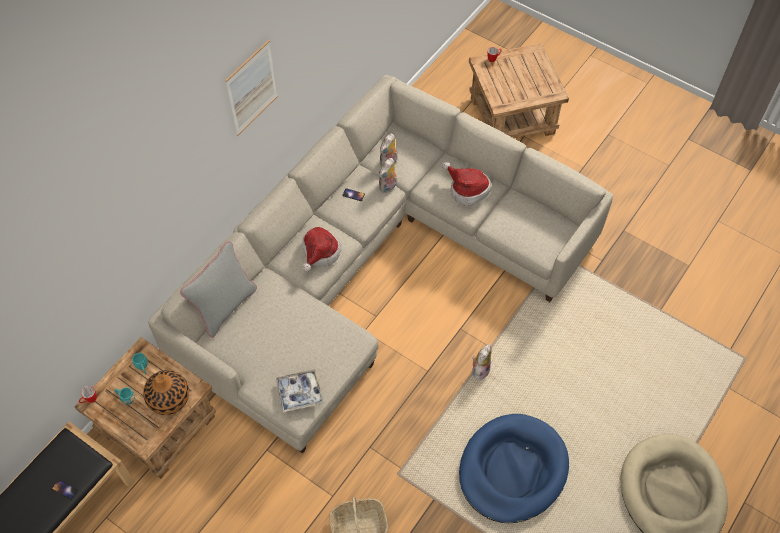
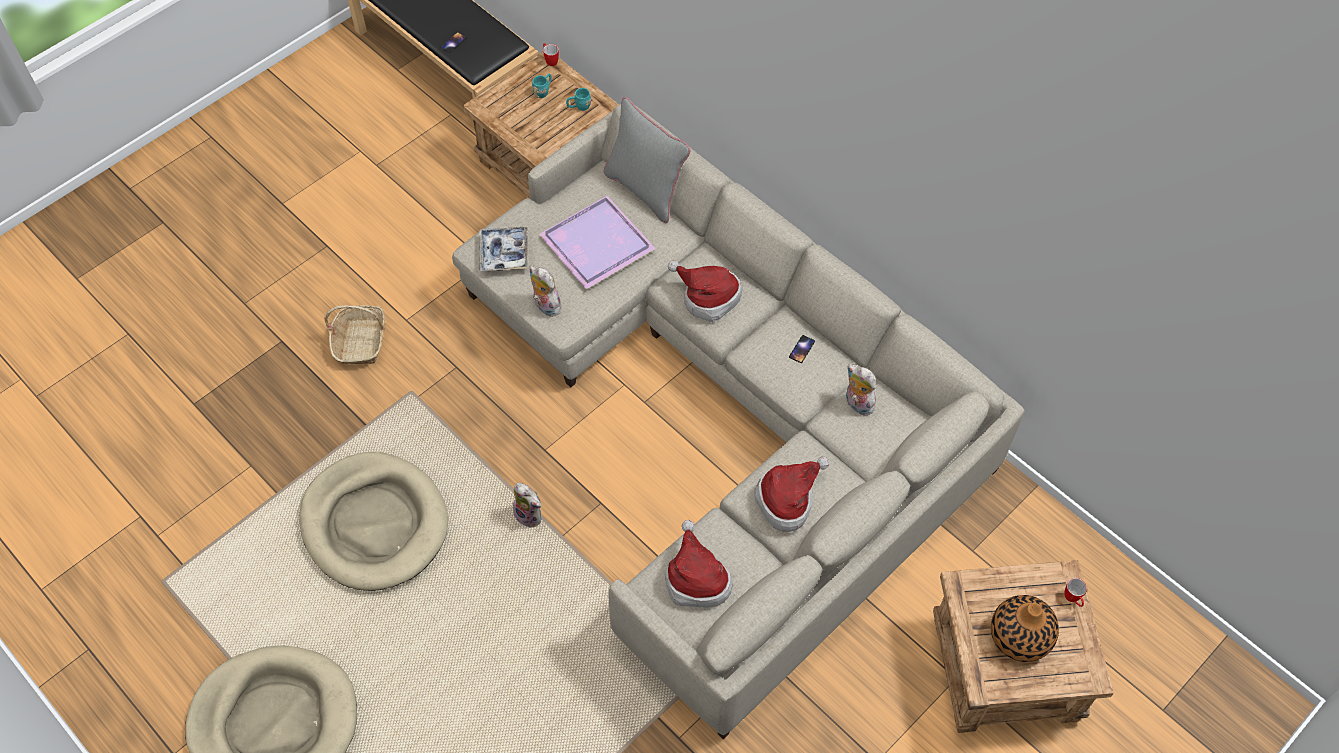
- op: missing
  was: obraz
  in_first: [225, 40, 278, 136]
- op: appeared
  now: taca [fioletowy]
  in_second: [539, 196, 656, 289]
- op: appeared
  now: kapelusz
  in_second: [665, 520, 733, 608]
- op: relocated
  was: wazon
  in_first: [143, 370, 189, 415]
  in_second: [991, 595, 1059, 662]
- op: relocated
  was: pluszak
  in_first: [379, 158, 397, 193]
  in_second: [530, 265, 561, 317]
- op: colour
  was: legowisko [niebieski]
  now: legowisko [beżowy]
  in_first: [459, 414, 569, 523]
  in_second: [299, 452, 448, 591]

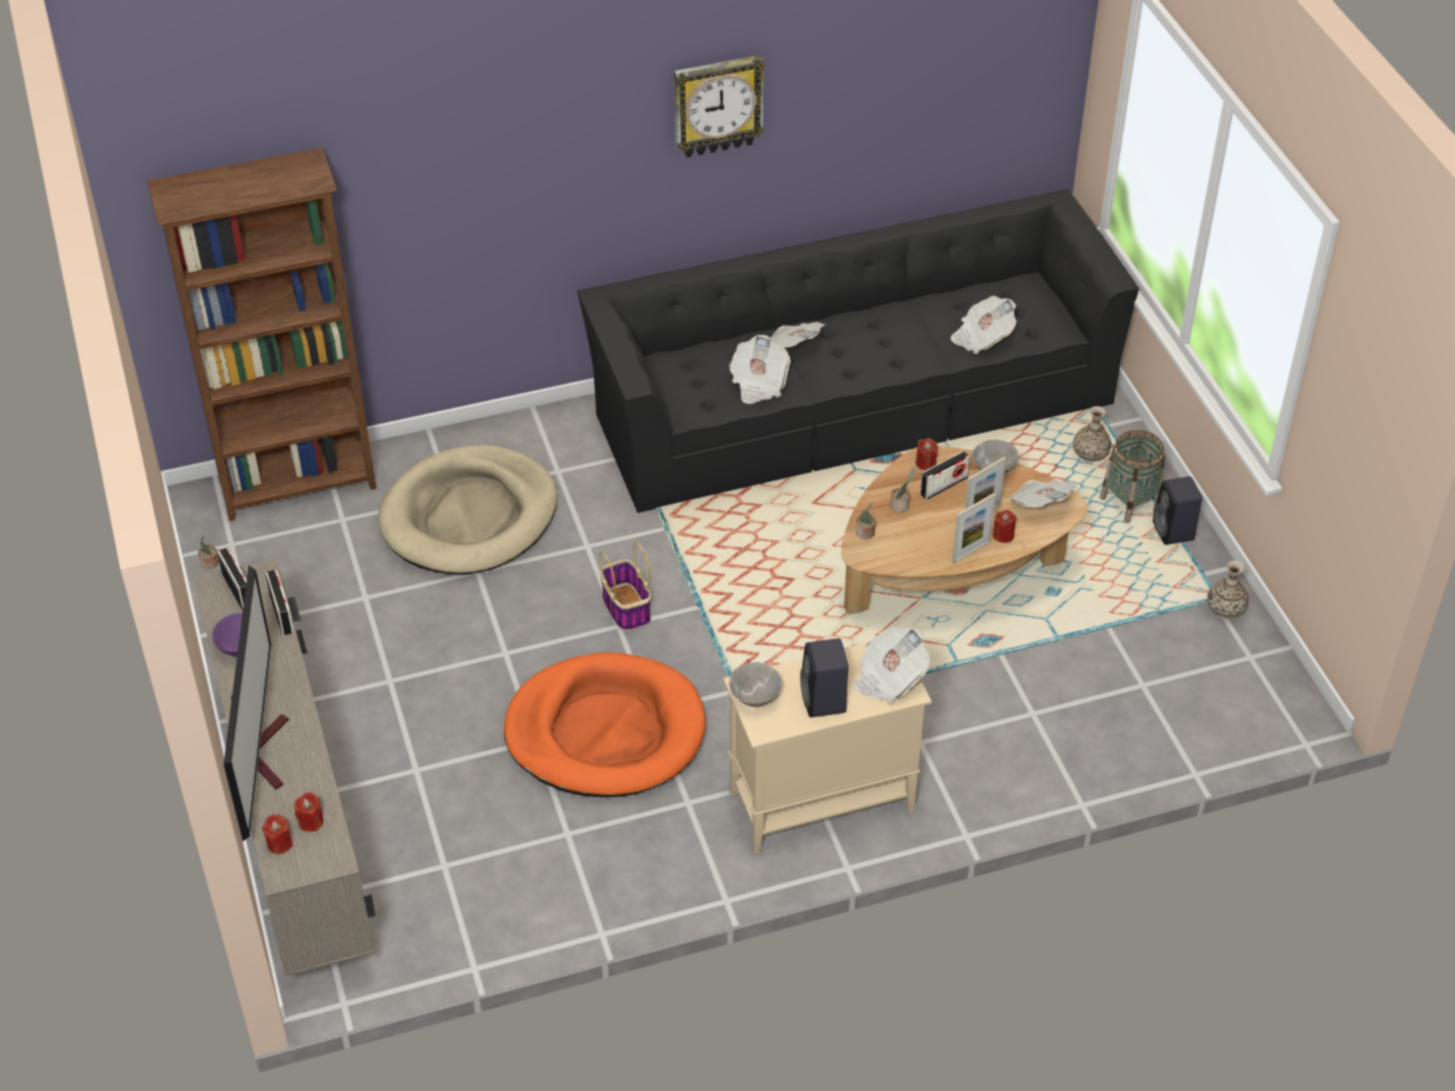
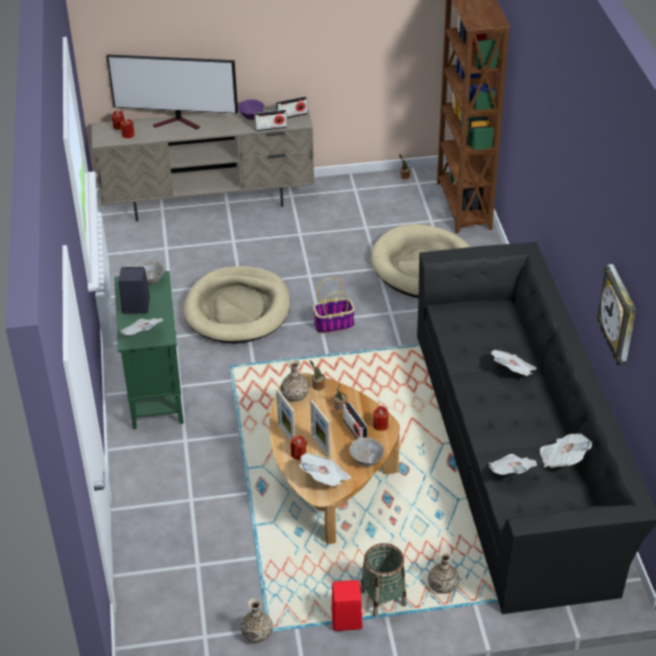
- op: appeared
  now: wazon
  in_second: [280, 359, 309, 403]
- op: relocated
  was: zegar ścienny
  in_first: [674, 54, 765, 158]
  in_second: [597, 264, 636, 365]
- op: relocated
  was: gazeta
  in_first: [729, 335, 791, 404]
  in_second: [540, 433, 592, 468]
- op: colour
  was: legowisko [pomarańczowy]
  now: legowisko [beżowy]
  in_first: [504, 652, 706, 797]
  in_second: [183, 266, 290, 344]
- op: colour
  was: szafka [beżowy]
  now: szafka [zielony]
  in_first: [723, 642, 932, 853]
  in_second: [114, 271, 184, 429]
- op: colour
  was: głośnik [czarny]
  now: głośnik [czerwony]
  in_first: [1153, 476, 1202, 545]
  in_second: [332, 580, 362, 631]

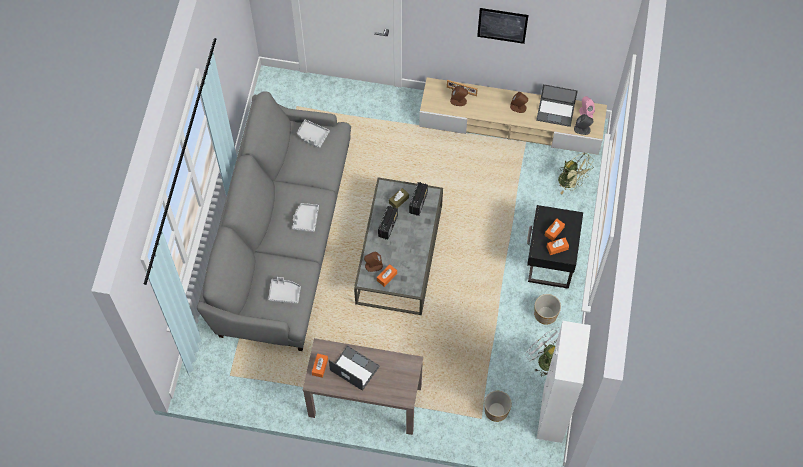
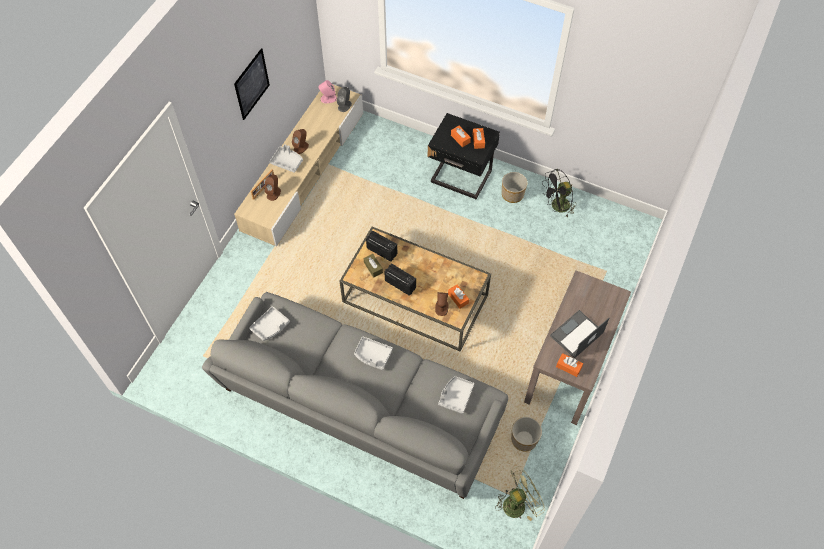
- op: missing
  was: laptop
  in_first: [536, 84, 578, 127]
- op: missing
  was: szafka [biały]
  in_first: [537, 321, 591, 443]
- op: appeared
  now: taca [szary]
  in_second: [270, 144, 303, 173]
- op: relocated
  was: donica
  in_first: [484, 391, 512, 422]
  in_second: [511, 417, 542, 452]
- op: relocated
  was: wentylator [zielony]
  in_first: [558, 152, 594, 195]
  in_second: [495, 466, 545, 521]
- op: colour
  was: ława [szary]
  now: ława [brązowy]
  in_first: [354, 178, 443, 315]
  in_second: [339, 227, 491, 351]
- op: colour
  was: wentylator [biały]
  now: wentylator [czarny]
  in_first: [525, 327, 560, 376]
  in_second: [542, 169, 575, 217]

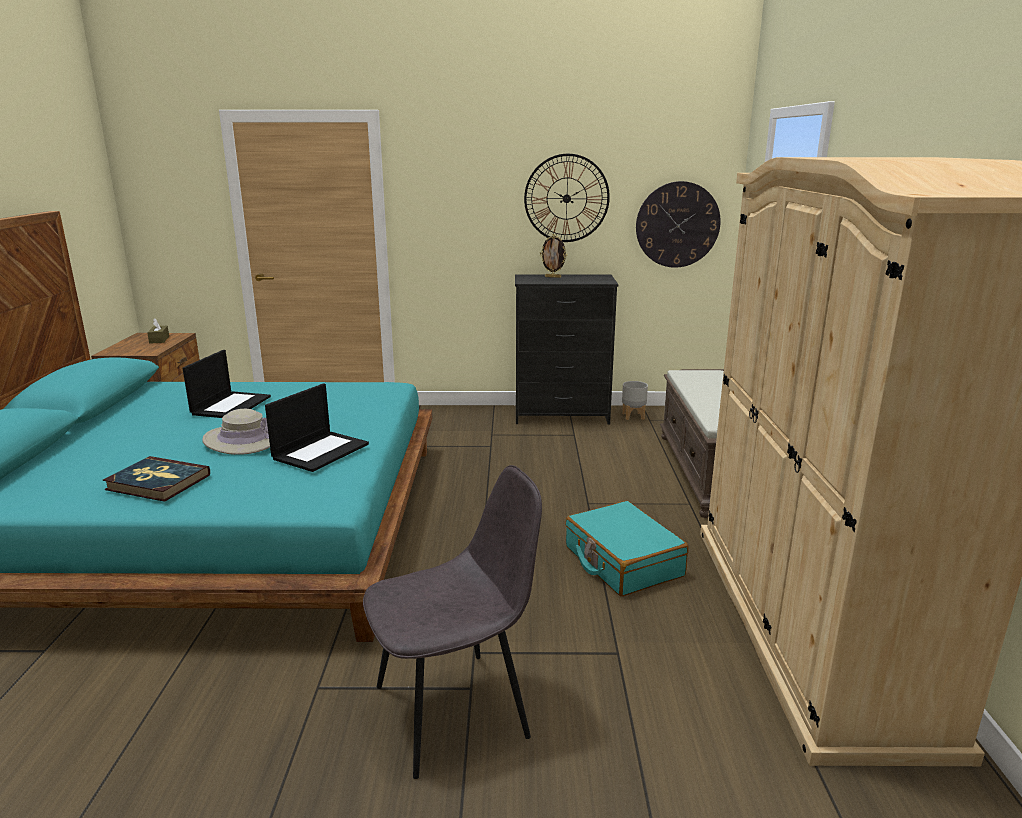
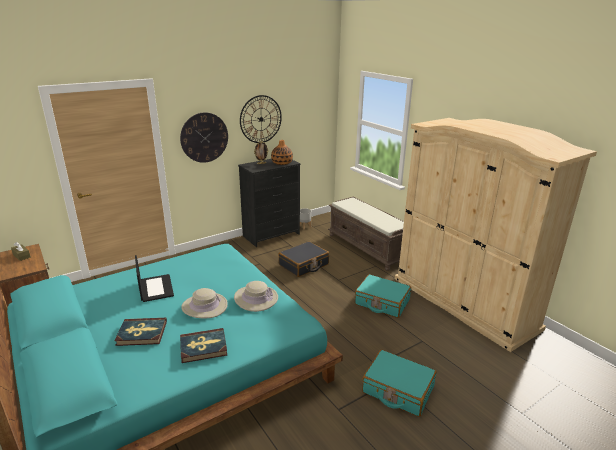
- op: appeared
  now: książka
  in_second: [114, 318, 167, 346]
- op: appeared
  now: wazon
  in_second: [271, 140, 293, 165]
- op: appeared
  now: walizka [czarny]
  in_second: [278, 241, 329, 277]
- op: relocated
  was: zegar ścienny
  in_first: [636, 181, 721, 268]
  in_second: [180, 112, 228, 163]
- op: exchanged
  was: laptop
  now: kapelusz [beżowy]
  in_first: [265, 383, 369, 472]
  in_second: [234, 281, 278, 312]
- op: exchanged
  was: krzesło [szary]
  now: walizka [turkusowy]
  in_first: [363, 465, 542, 779]
  in_second: [362, 350, 437, 417]

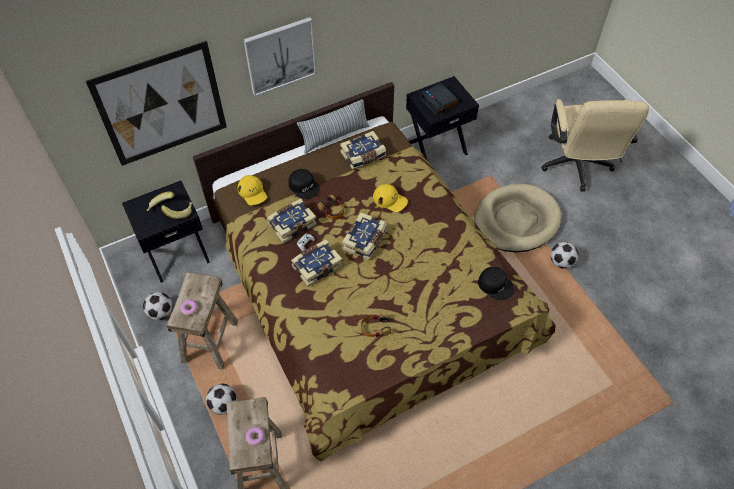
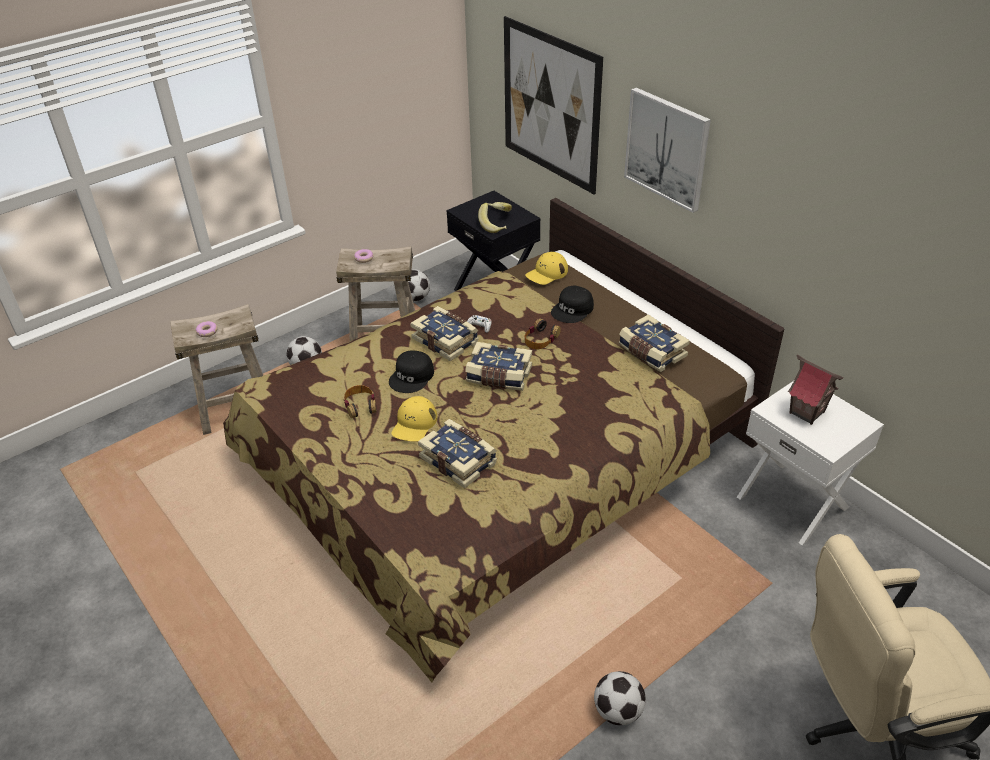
- op: missing
  was: poduszka
  in_first: [297, 99, 369, 154]
- op: missing
  was: legowisko [beżowy]
  in_first: [474, 184, 561, 252]
- op: relocated
  was: książka
  in_first: [267, 199, 317, 243]
  in_second: [418, 419, 497, 488]
- op: relocated
  was: czapka z daszkiem [żółty]
  in_first: [373, 184, 408, 212]
  in_second: [391, 396, 437, 442]
- op: relocated
  was: czapka z daszkiem [czarny]
  in_first: [478, 267, 514, 300]
  in_second: [389, 350, 434, 393]
- op: exchanged
  was: budzik
  now: domek
  in_first: [420, 83, 458, 116]
  in_second: [788, 355, 843, 425]
- op: colour
  was: szafka nocna [czarny]
  now: szafka nocna [biały]
  in_first: [406, 76, 479, 159]
  in_second: [737, 381, 884, 545]

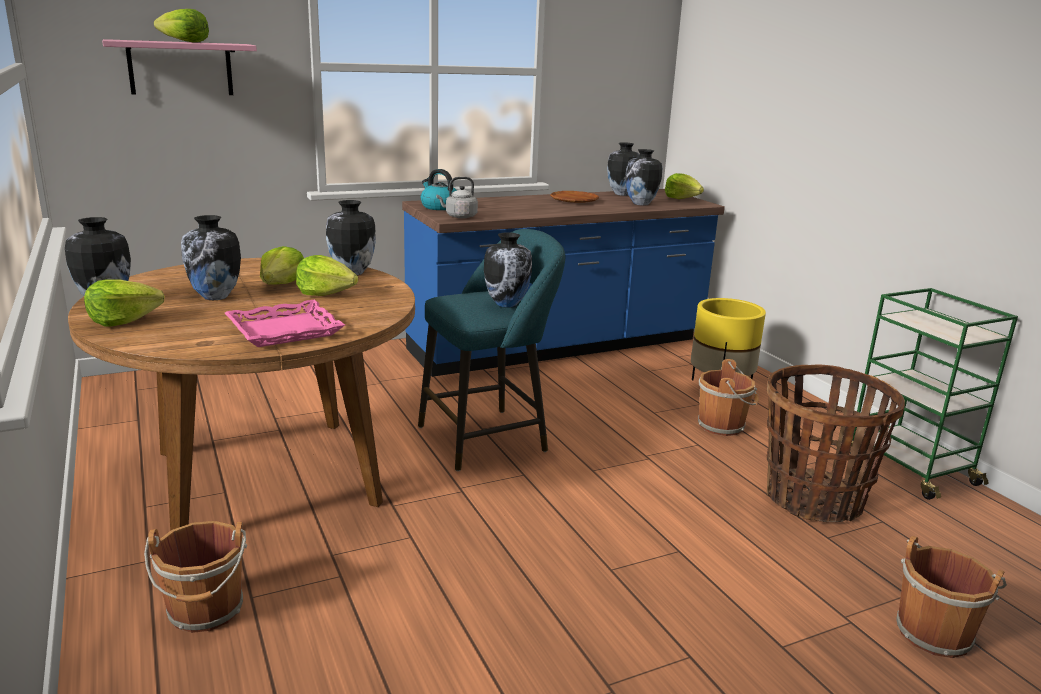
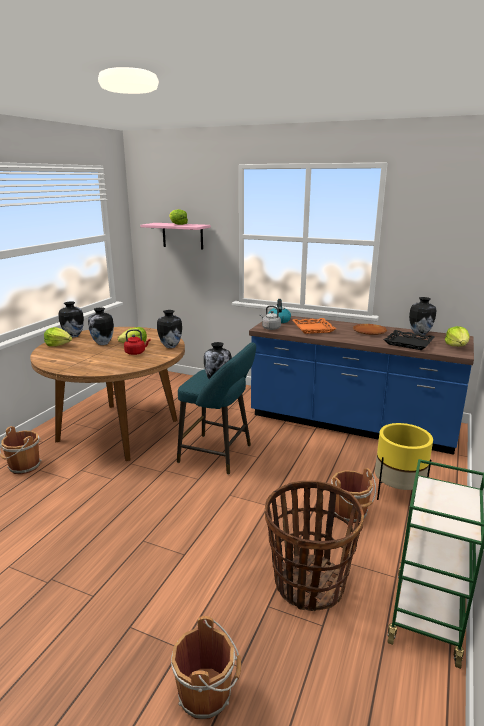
- op: missing
  was: taca [różowy]
  in_first: [225, 300, 345, 347]
- op: appeared
  now: taca [pomarańczowy]
  in_second: [292, 318, 336, 334]
- op: exchanged
  was: sałata
  now: czajnik [czerwony]
  in_first: [296, 255, 358, 296]
  in_second: [124, 329, 150, 355]
- op: exchanged
  was: wazon
  now: taca [czarny]
  in_first: [625, 149, 662, 206]
  in_second: [384, 330, 435, 350]

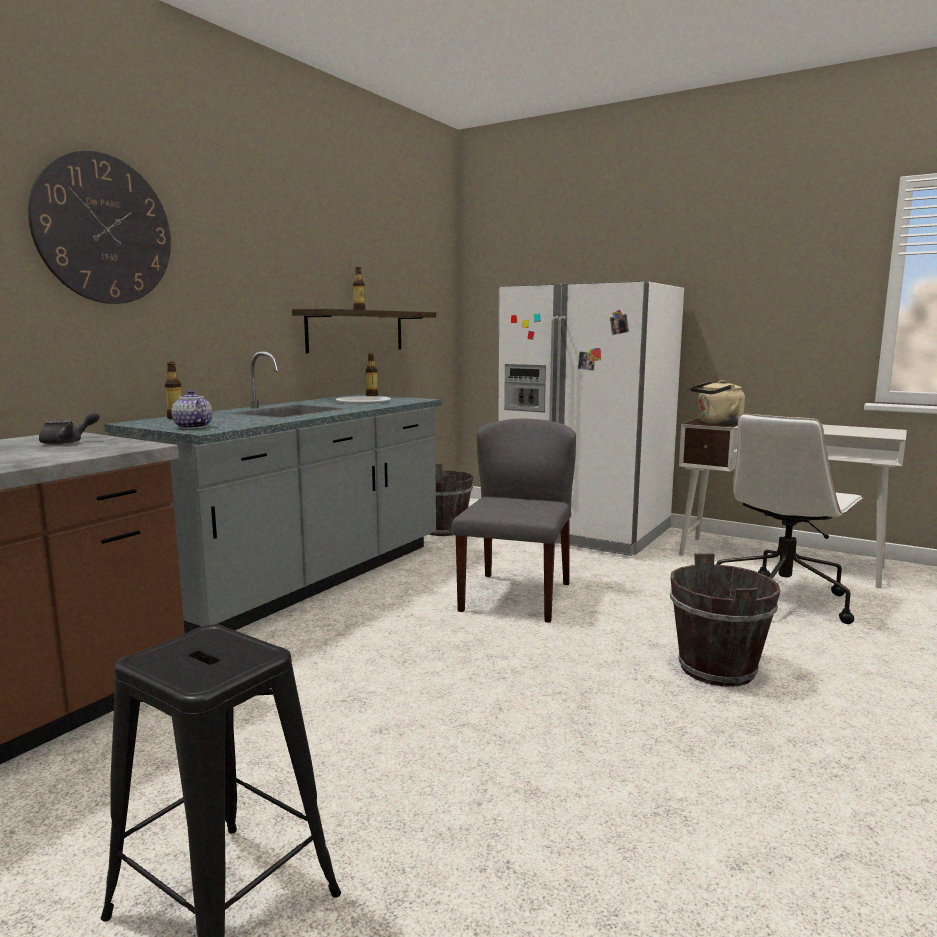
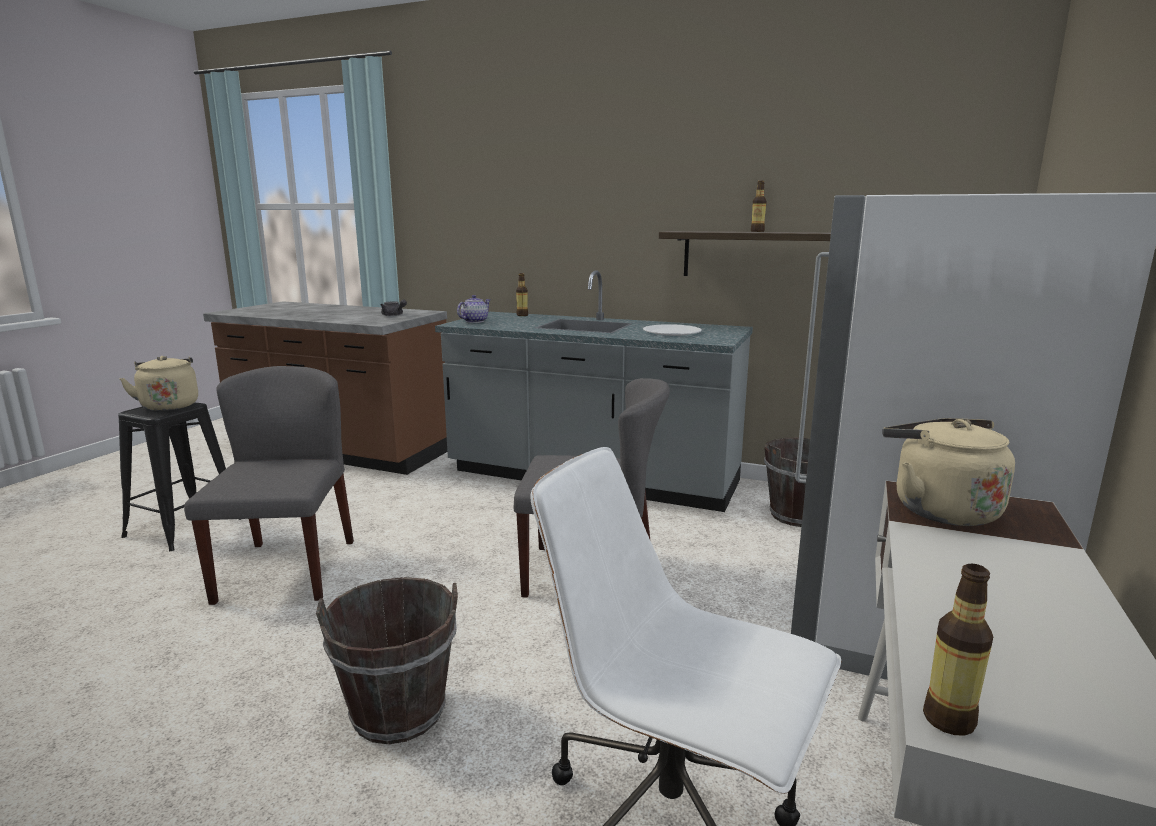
- op: missing
  was: zegar ścienny
  in_first: [28, 151, 171, 304]
- op: appeared
  now: czajnik [beżowy]
  in_second: [119, 356, 198, 411]
- op: appeared
  now: krzesło [szary]
  in_second: [184, 366, 354, 605]
- op: relocated
  was: butelka
  in_first: [366, 353, 378, 396]
  in_second: [923, 564, 993, 736]

